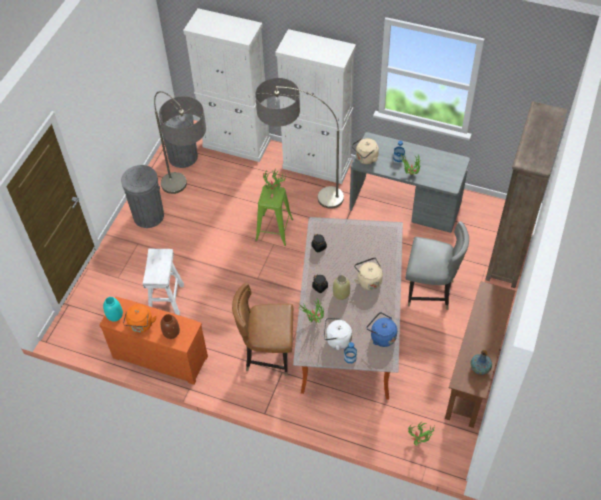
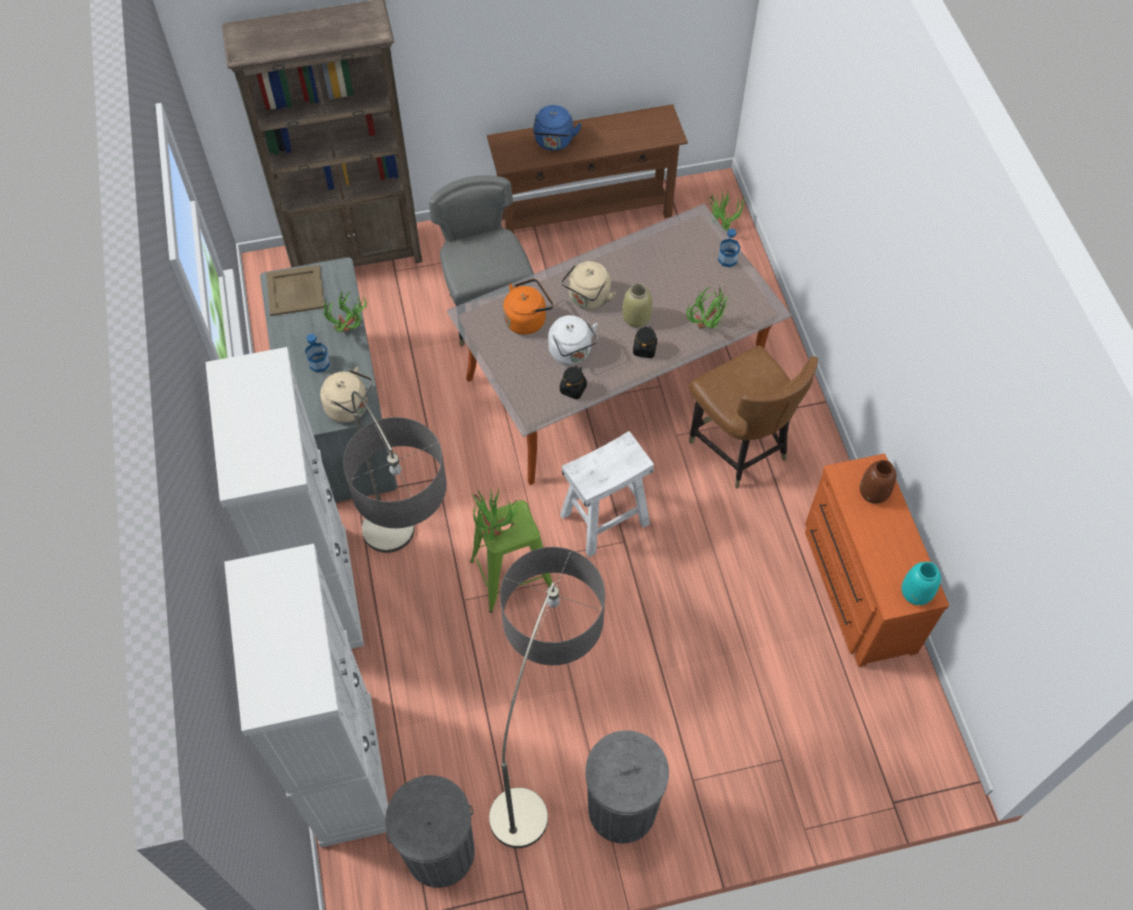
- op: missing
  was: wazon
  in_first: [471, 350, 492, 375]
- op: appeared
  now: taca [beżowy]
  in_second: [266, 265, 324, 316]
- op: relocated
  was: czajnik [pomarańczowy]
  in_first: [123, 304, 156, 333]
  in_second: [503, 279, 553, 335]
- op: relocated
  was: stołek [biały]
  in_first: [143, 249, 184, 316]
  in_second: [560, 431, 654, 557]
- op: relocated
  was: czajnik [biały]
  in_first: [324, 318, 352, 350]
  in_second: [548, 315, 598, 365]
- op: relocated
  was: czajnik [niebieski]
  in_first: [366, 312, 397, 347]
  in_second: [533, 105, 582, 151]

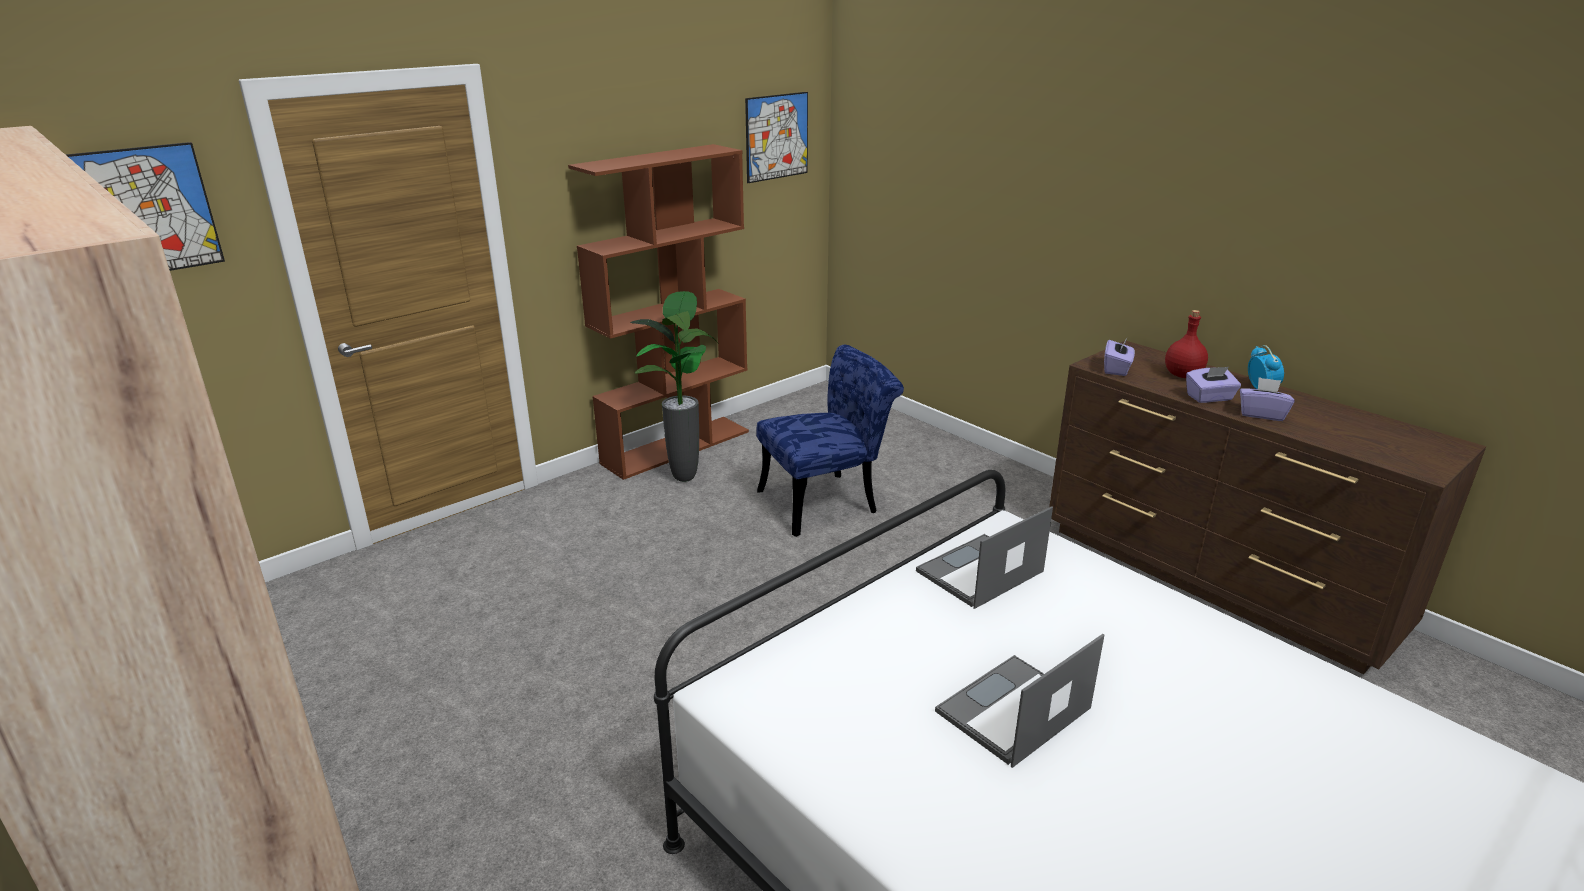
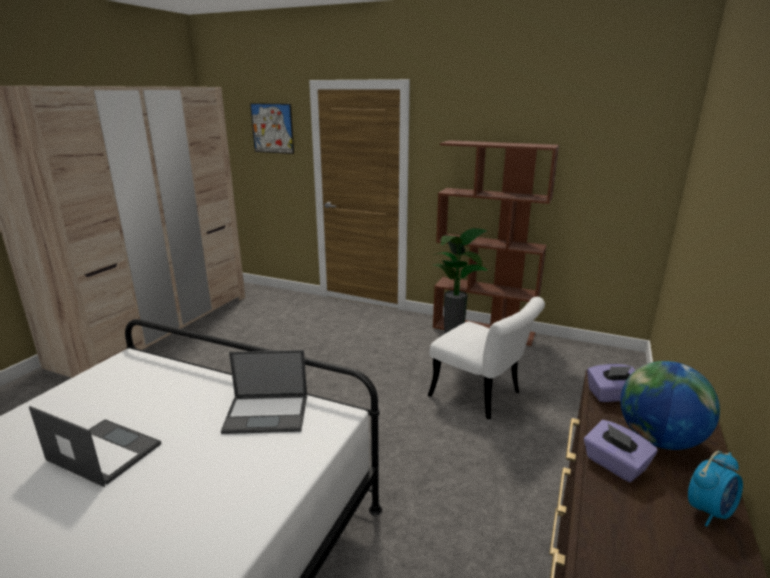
- op: missing
  was: obraz
  in_first: [745, 92, 808, 183]
- op: missing
  was: pudełko chusteczek [fioletowy]
  in_first: [1240, 377, 1294, 421]
- op: exchanged
  was: butelka [czerwony]
  now: globus
  in_first: [1165, 310, 1208, 378]
  in_second: [620, 361, 720, 450]
- op: colour
  was: krzesło [niebieski]
  now: krzesło [biały]
  in_first: [756, 345, 904, 537]
  in_second: [428, 297, 545, 419]
- op: spun
  was: laptop
  in_first: [916, 506, 1053, 609]
  in_second: [221, 350, 307, 434]
  clockwise: 150

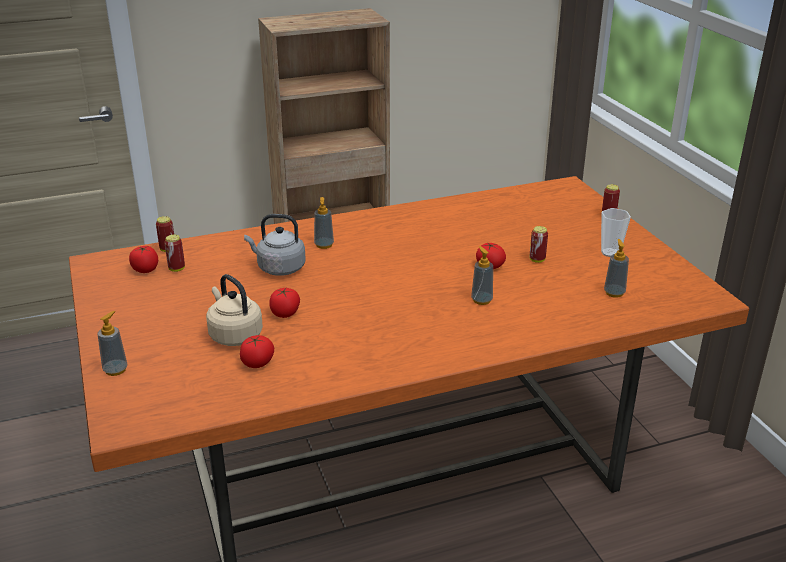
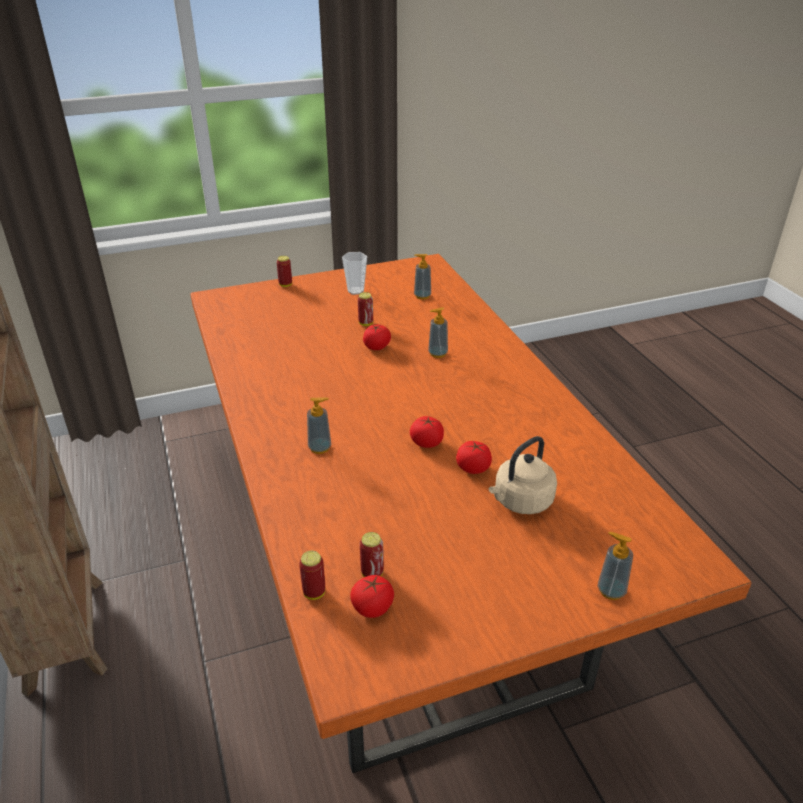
- op: missing
  was: czajnik [szary]
  in_first: [244, 214, 306, 276]
- op: relocated
  was: pomidor
  in_first: [240, 335, 274, 368]
  in_second: [410, 416, 444, 448]

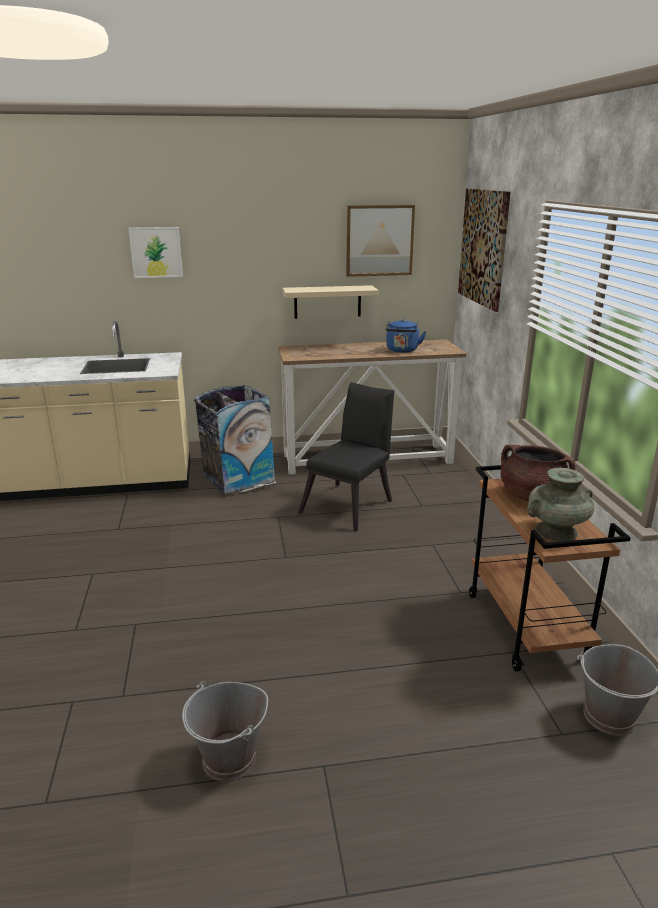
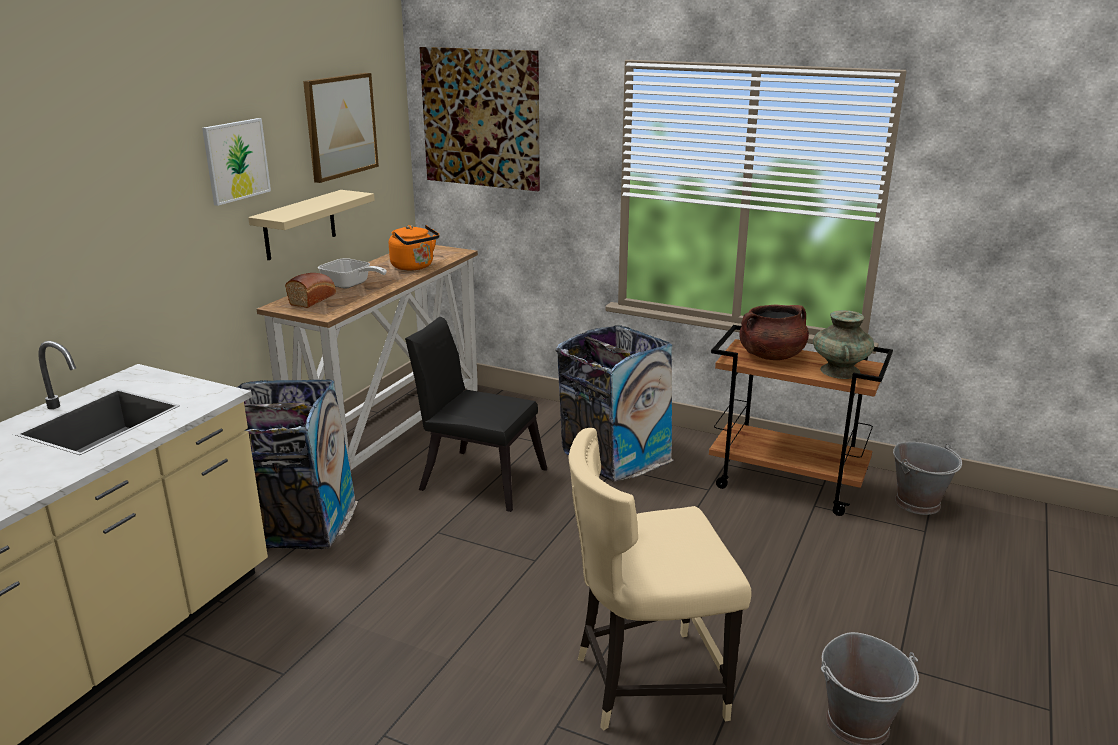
- op: appeared
  now: chleb
  in_second: [285, 273, 336, 308]
- op: appeared
  now: patelnia
  in_second: [318, 258, 387, 289]
- op: appeared
  now: kosz na śmieci
  in_second: [555, 325, 674, 482]
- op: appeared
  now: krzesło [beżowy]
  in_second: [568, 428, 752, 731]
- op: relocated
  was: obraz
  in_first: [129, 227, 183, 278]
  in_second: [202, 118, 271, 206]
- op: colour
  was: czajnik [niebieski]
  now: czajnik [pomarańczowy]
  in_first: [386, 319, 426, 353]
  in_second: [389, 225, 440, 270]
- op: spun
  was: krzesło [czarny]
  in_first: [298, 382, 394, 531]
  in_second: [405, 317, 547, 512]
  clockwise: -45

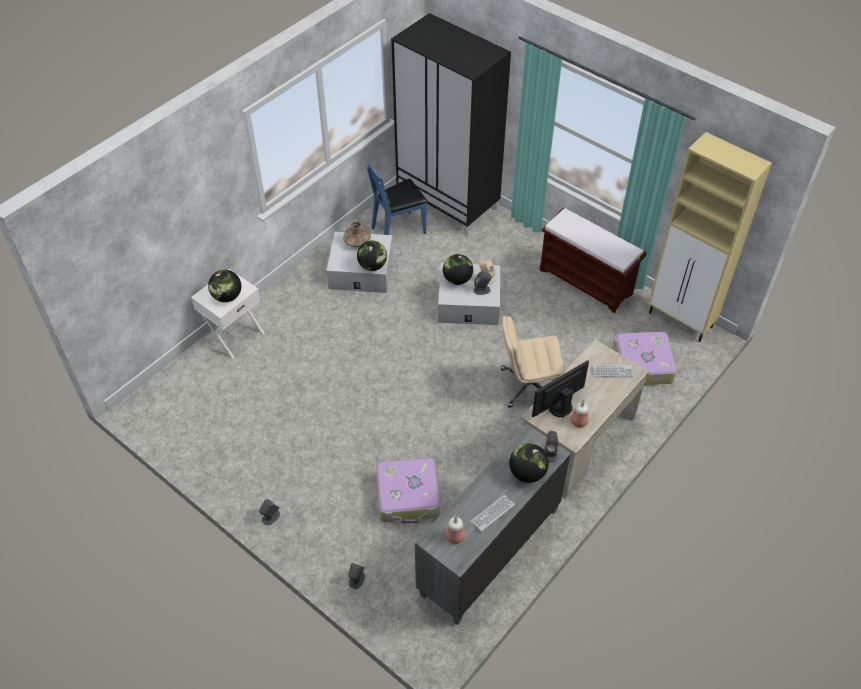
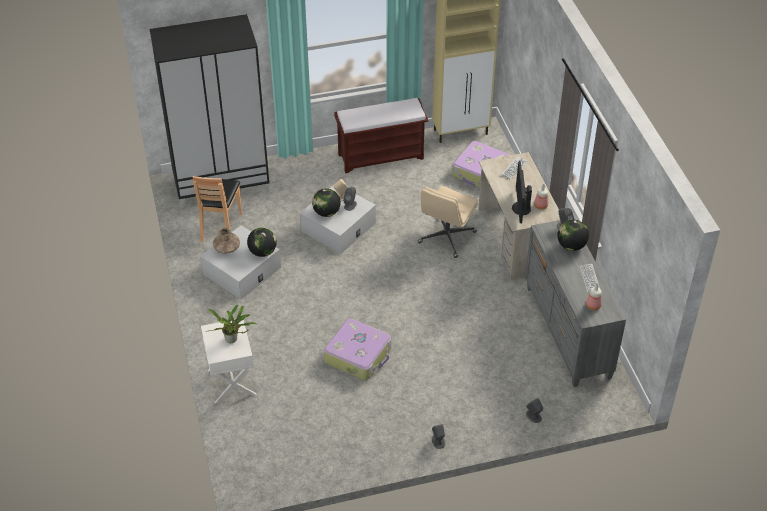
- op: relocated
  was: walizka
  in_first: [376, 458, 440, 523]
  in_second: [324, 318, 391, 380]
- op: exchanged
  was: globus
  now: roślina doniczkowa
  in_first: [208, 270, 242, 302]
  in_second: [205, 304, 257, 343]
- op: colour
  was: krzesło [niebieski]
  now: krzesło [brązowy]
  in_first: [367, 161, 428, 235]
  in_second: [193, 176, 242, 242]

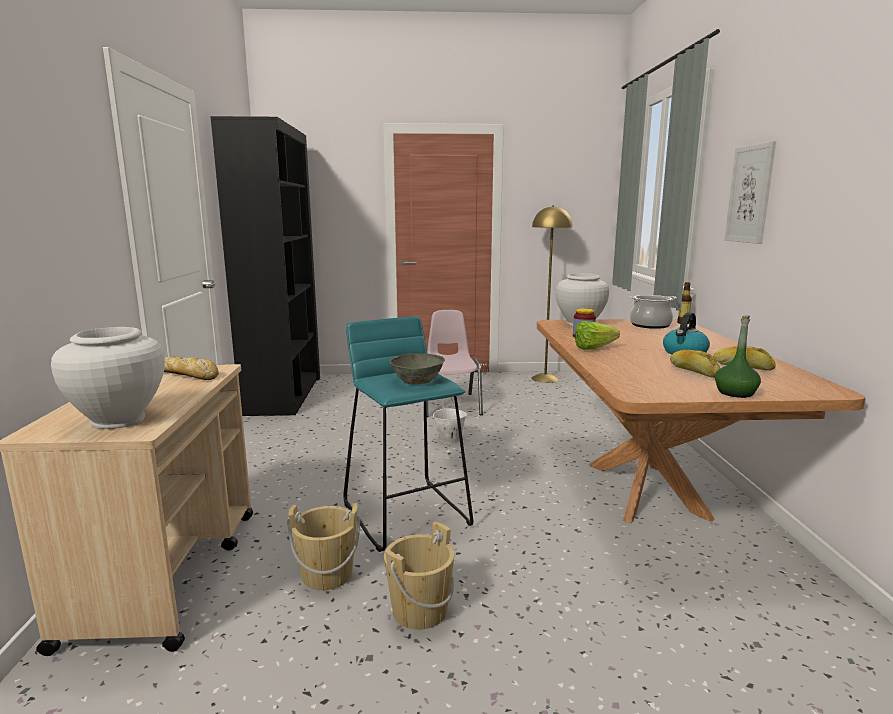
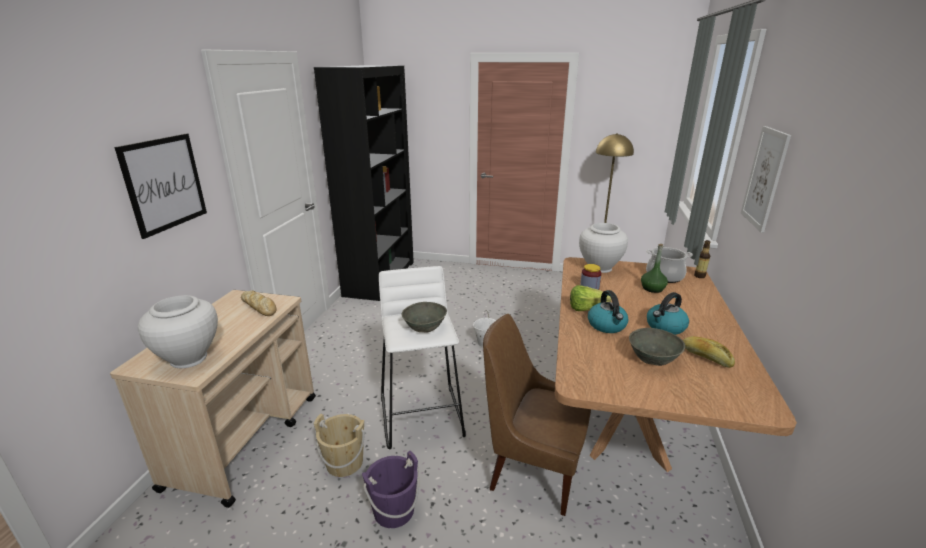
- op: missing
  was: krzesło [różowy]
  in_first: [426, 310, 483, 417]
- op: appeared
  now: obraz
  in_second: [114, 133, 207, 239]
- op: appeared
  now: krzesło [brązowy]
  in_second: [483, 314, 591, 516]
- op: appeared
  now: czajnik
  in_second: [588, 290, 628, 333]
- op: relocated
  was: butelka [zielony]
  in_first: [715, 315, 761, 398]
  in_second: [641, 244, 668, 293]
- op: exchanged
  was: chleb
  now: miska [szary]
  in_first: [670, 349, 720, 378]
  in_second: [629, 328, 685, 366]
- op: colour
  was: stołek [turkusowy]
  now: stołek [biały]
  in_first: [343, 317, 473, 552]
  in_second: [379, 266, 466, 449]
- op: colour
  was: wiadro [beżowy]
  now: wiadro [fioletowy]
  in_first: [384, 522, 455, 630]
  in_second: [362, 451, 419, 528]

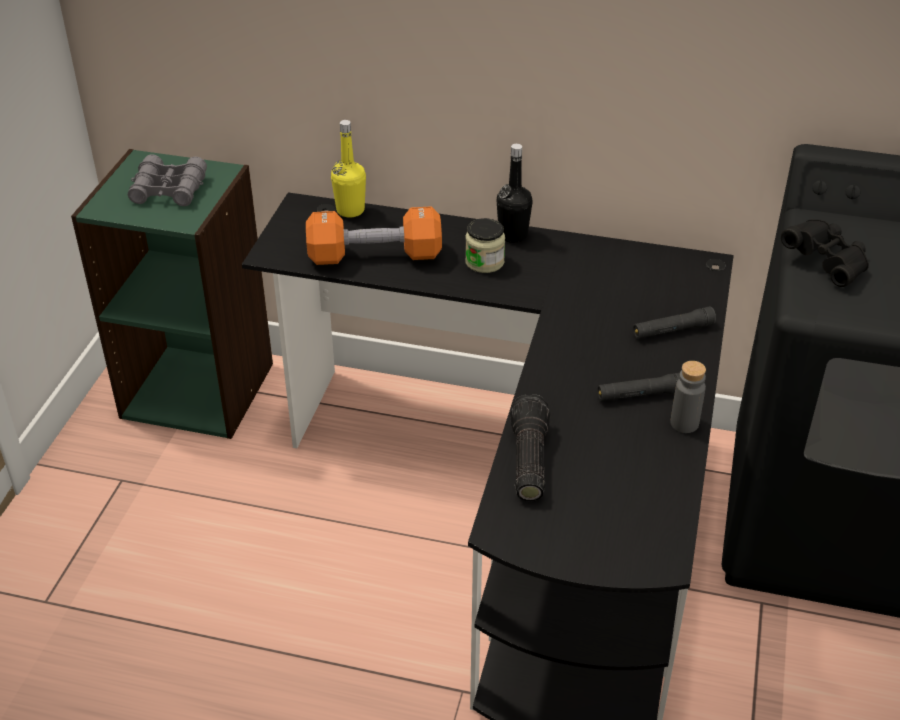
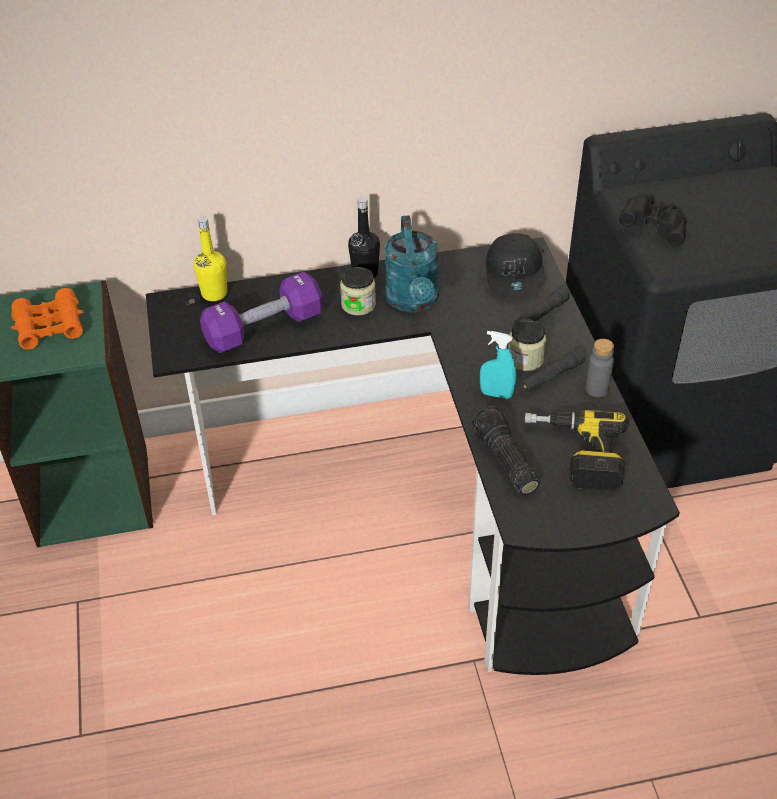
- op: appeared
  now: konewka [turkusowy]
  in_second: [384, 215, 439, 313]
- op: appeared
  now: spryskiwacz [turkusowy]
  in_second: [480, 331, 516, 399]
- op: appeared
  now: czapka z daszkiem [czarny]
  in_second: [486, 233, 544, 294]
- op: appeared
  now: słoik
  in_second: [508, 320, 546, 371]
- op: appeared
  now: wiertarka
  in_second: [525, 410, 629, 490]
- op: colour
  was: lornetka [szary]
  now: lornetka [pomarańczowy]
  in_first: [128, 154, 207, 206]
  in_second: [11, 288, 84, 350]
- op: colour
  was: hantel [pomarańczowy]
  now: hantel [fioletowy]
  in_first: [306, 206, 442, 265]
  in_second: [200, 271, 323, 353]

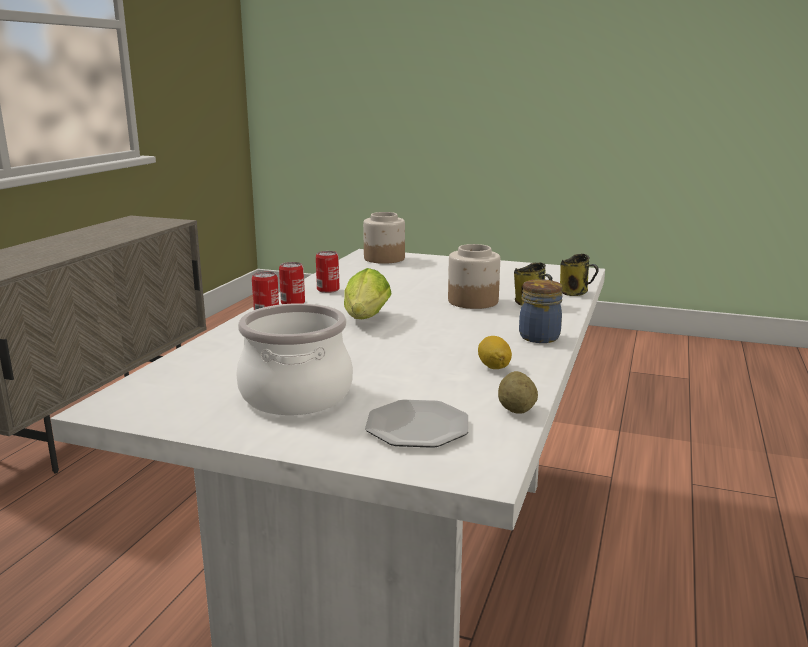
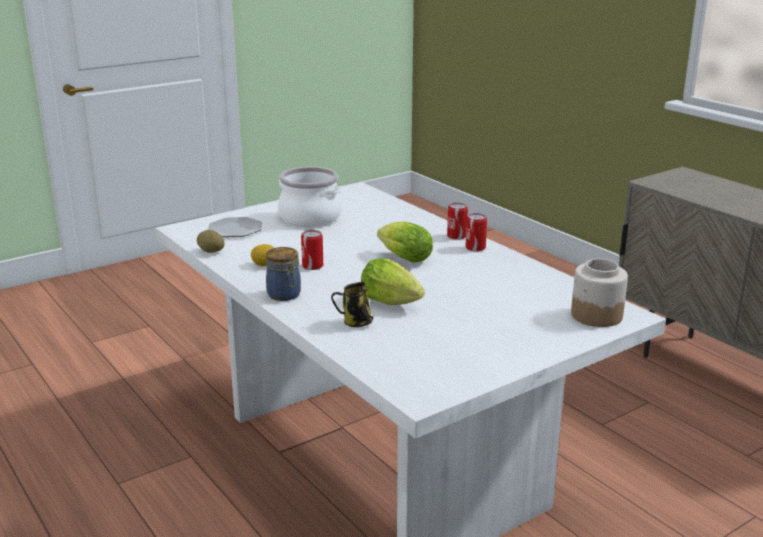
- op: missing
  was: kubek
  in_first: [560, 254, 599, 296]
- op: relocated
  was: puszka
  in_first: [316, 251, 340, 293]
  in_second: [301, 230, 323, 270]
- op: exchanged
  was: słoik
  now: sałata
  in_first: [448, 244, 500, 309]
  in_second: [361, 258, 425, 305]

